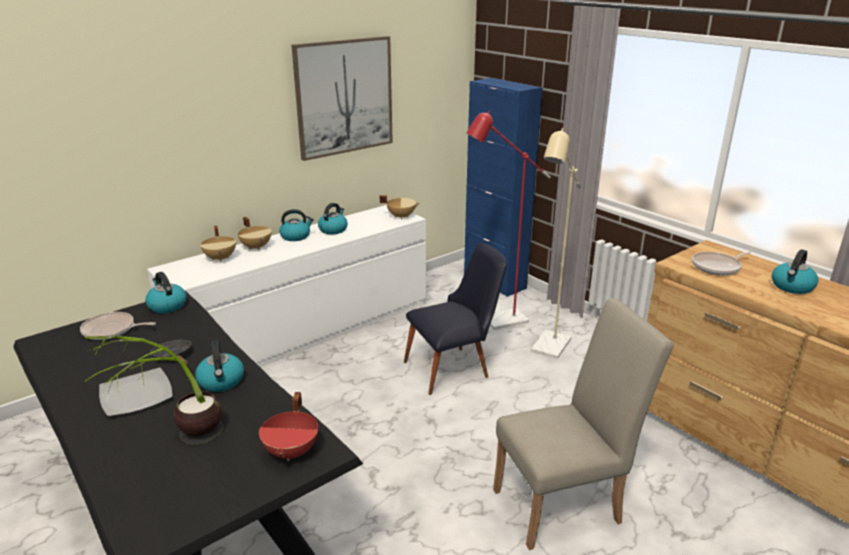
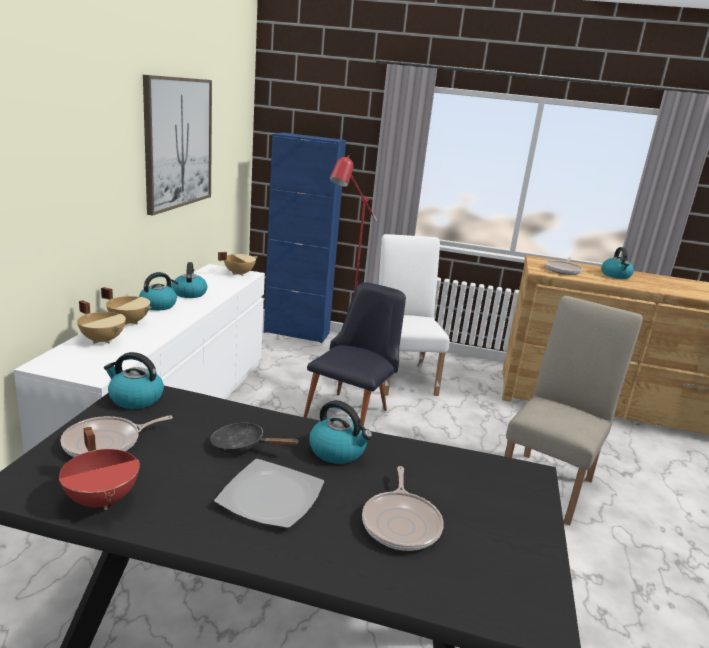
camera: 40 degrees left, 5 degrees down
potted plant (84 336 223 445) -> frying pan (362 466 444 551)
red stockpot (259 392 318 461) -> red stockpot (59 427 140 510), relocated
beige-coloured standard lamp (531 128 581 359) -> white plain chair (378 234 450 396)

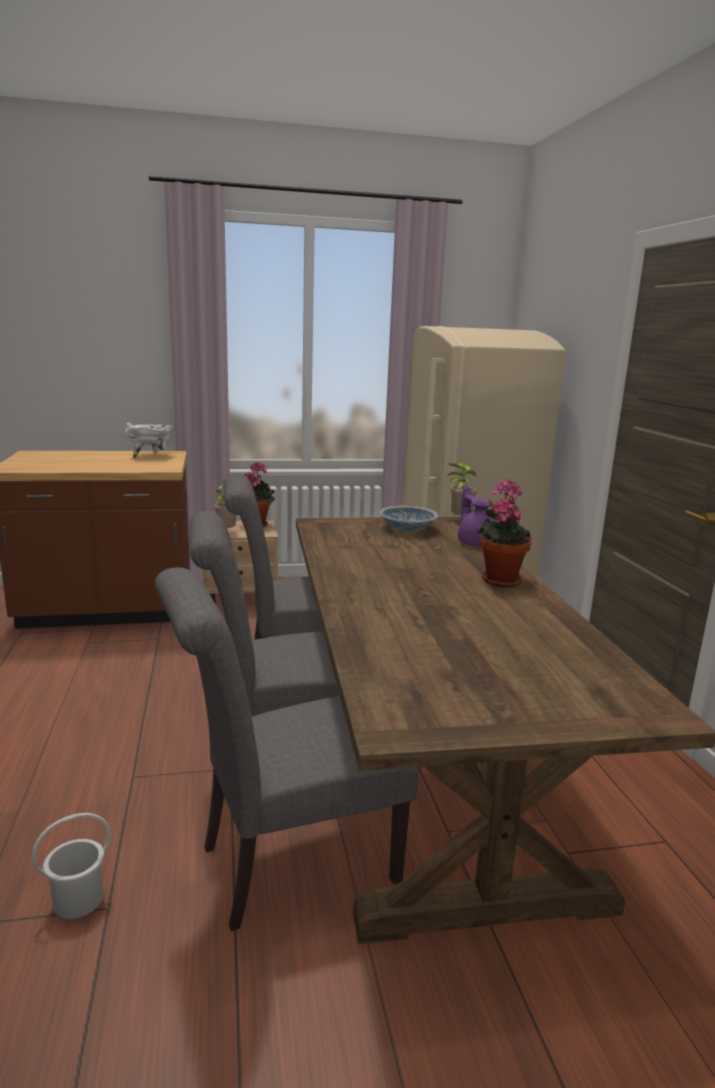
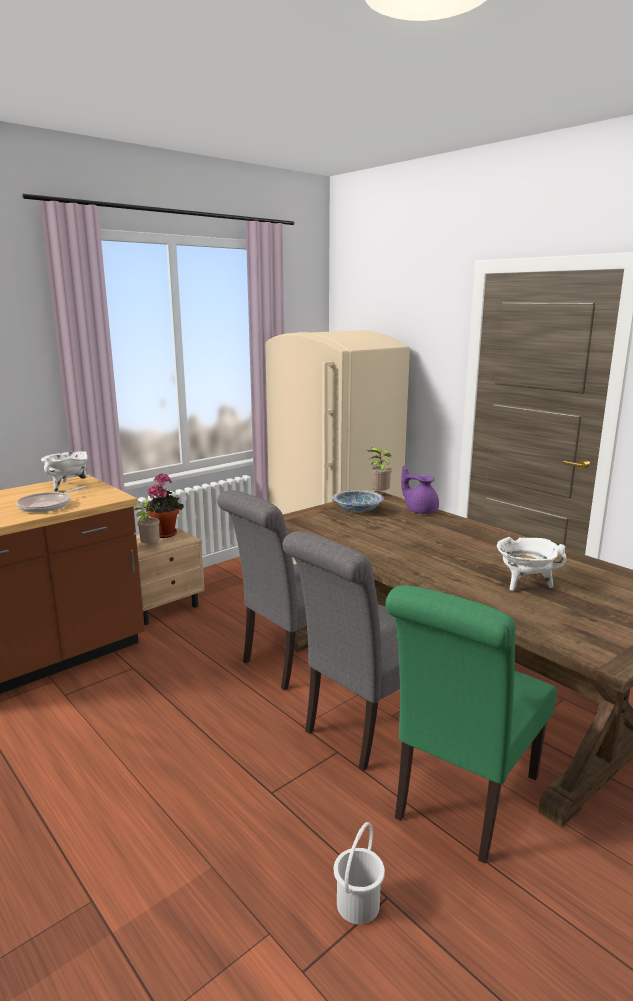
camera: 30 degrees left, 0 degrees up
gray plain chair (155 567 418 931) -> green-coloured plain chair (385 585 557 864)
potted plant (477 479 532 587) -> none
none -> frying pan (16 486 87 513)
none -> white stockpot (497 537 566 591)

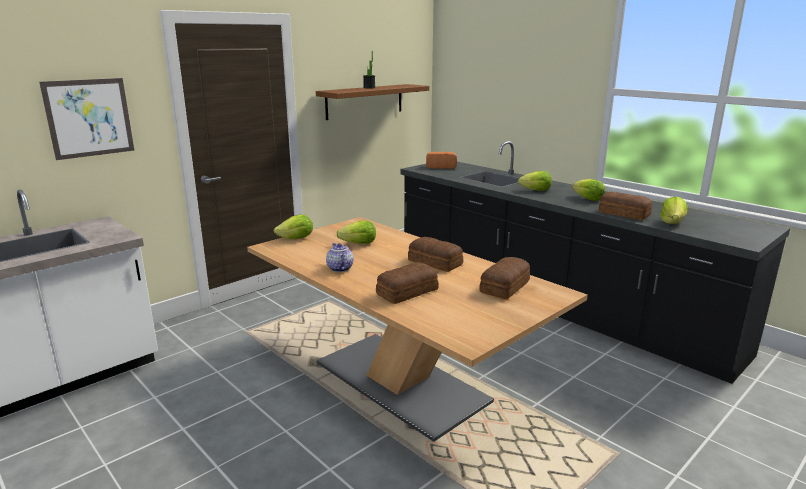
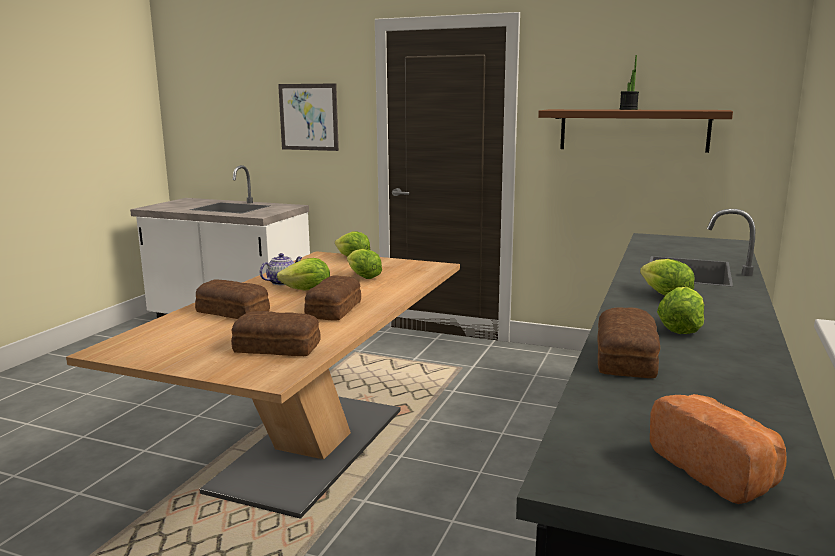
camera: 65 degrees right, 5 degrees down
baked bread (426 152 457 169) -> baked bread (650 394 787 504), relocated
lettuce (660 196 687 224) -> lettuce (277 258 330 291), relocated

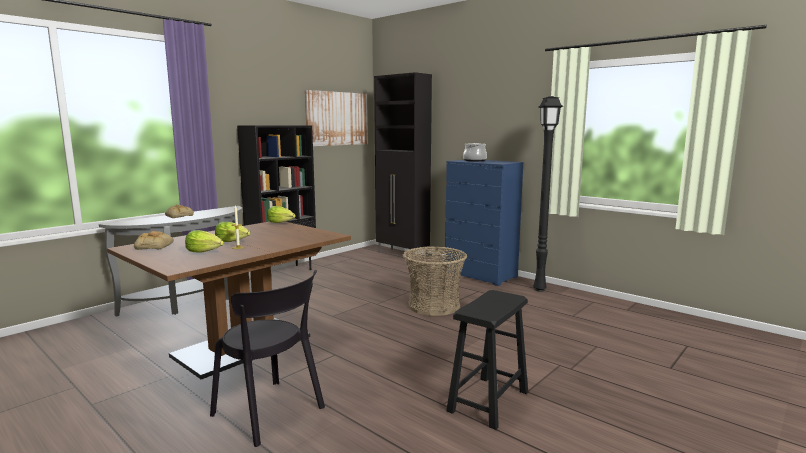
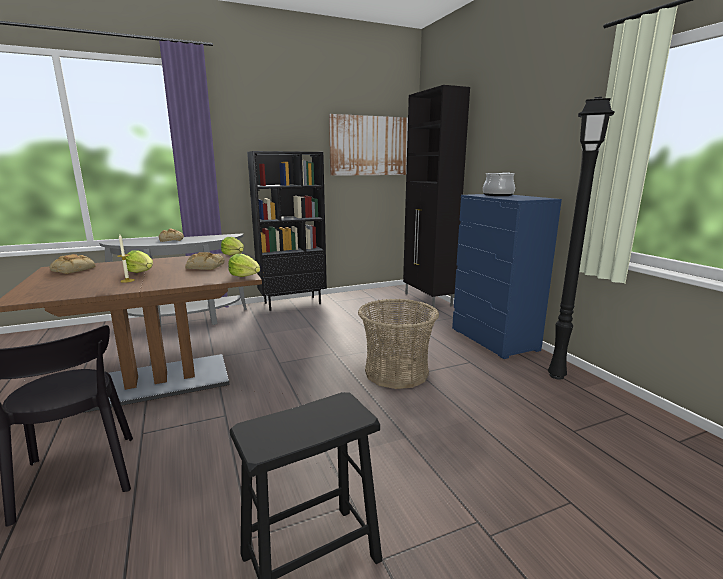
camera: 25 degrees right, 5 degrees up
lettuce (185 230 224 252) -> lettuce (228 254 260 277), relocated
none -> baked bread (185 252 225 270)

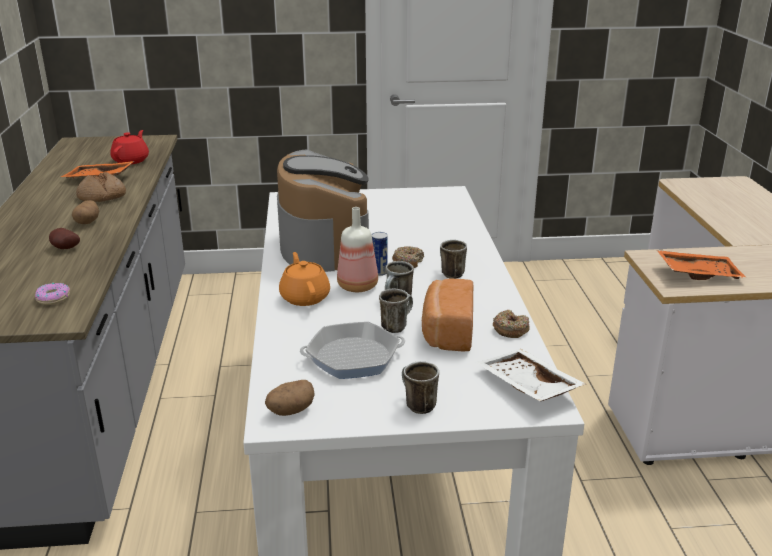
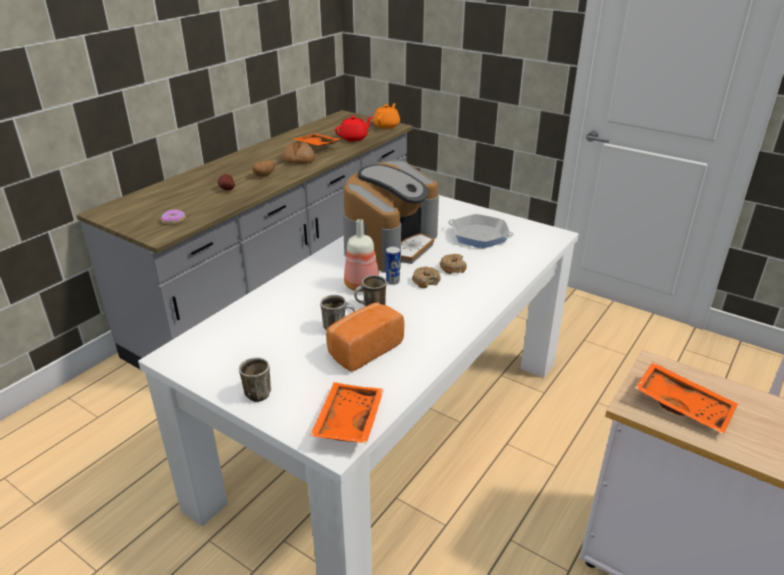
camera: 40 degrees right, 5 degrees up
spud (265 380 315 416) -> none
orangey pot for tea (279 252 330 306) -> orangey pot for tea (373 103 400 129), relocated
frying pan (300 322 405 379) -> frying pan (448 214 514 248), relocated
mug (440 240 467 279) -> none
white serving tray (476 349 586 401) -> orangey serving tray (310 382 384 444)
doughnut (493 310 530 338) -> doughnut (440 254 467 274), relocated

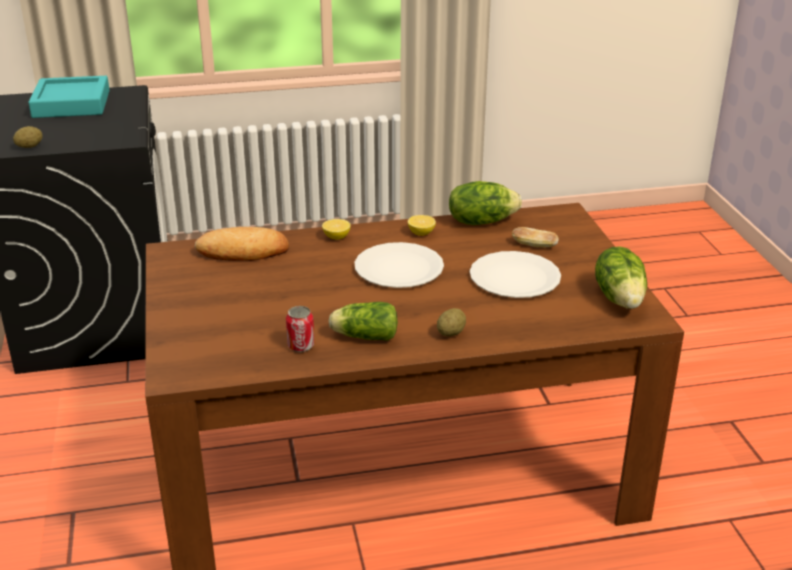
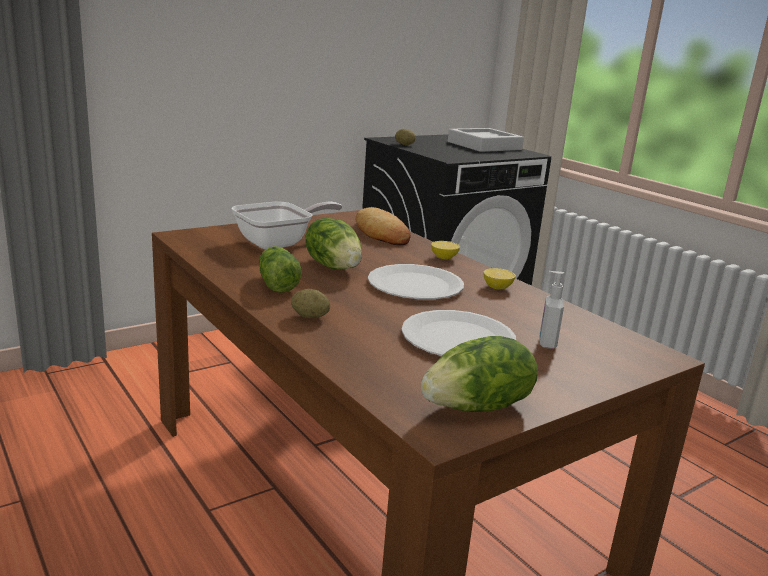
camera: 65 degrees right, 10 degrees down
turquoise-coloured serving tray (28 76 110 118) -> gray serving tray (448 128 524 152)
sealed can (286 306 314 352) -> none
lettuce (449 181 522 225) -> lettuce (305 218 362 270), relocated
baked bread (512 227 559 247) -> liquid soap bottle (540 271 564 349)
none -> frying pan (231 201 342 249)

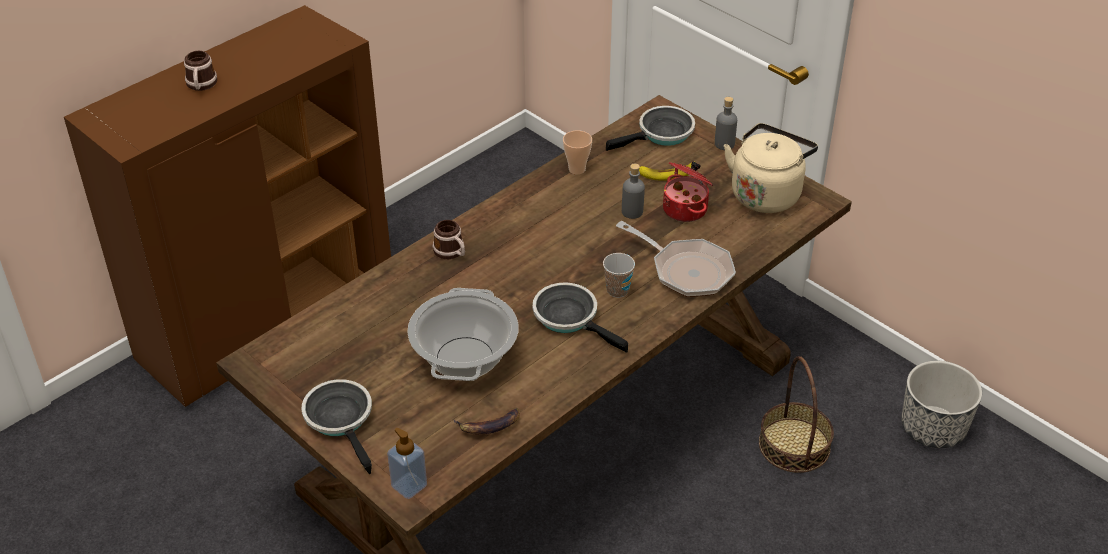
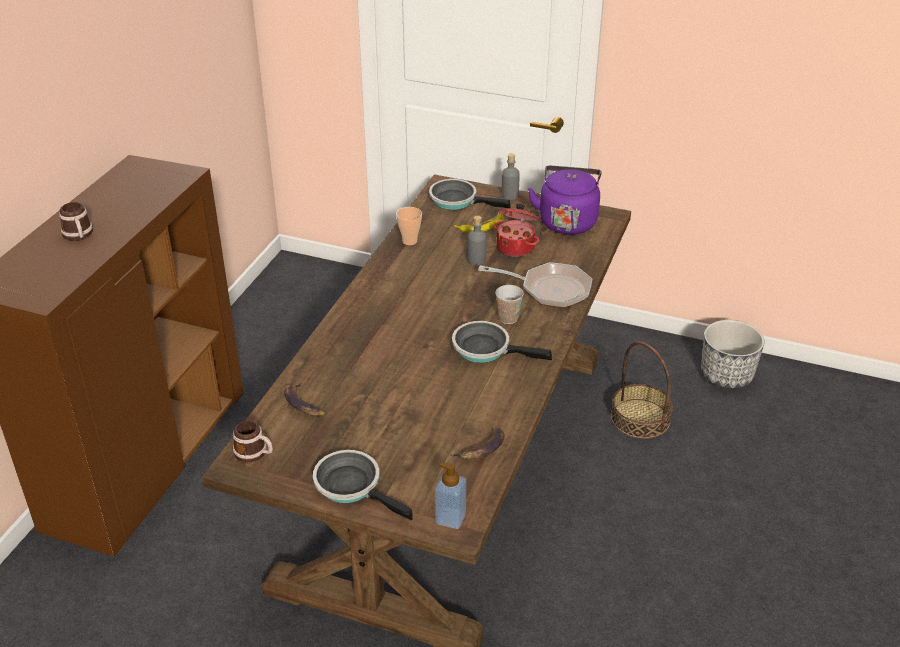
camera: 25 degrees left, 5 degrees down
stockpot (407 288 519 381) -> none
mug (432 220 465 259) -> mug (233 421 273 462), relocated
frying pan (606 106 695 151) -> frying pan (429 179 511 210), 105 degrees counterclockwise
beige-coloured tea kettle (724 123 818 213) -> purple-coloured tea kettle (528 166 601 235)
none -> banana (284 383 327 416)

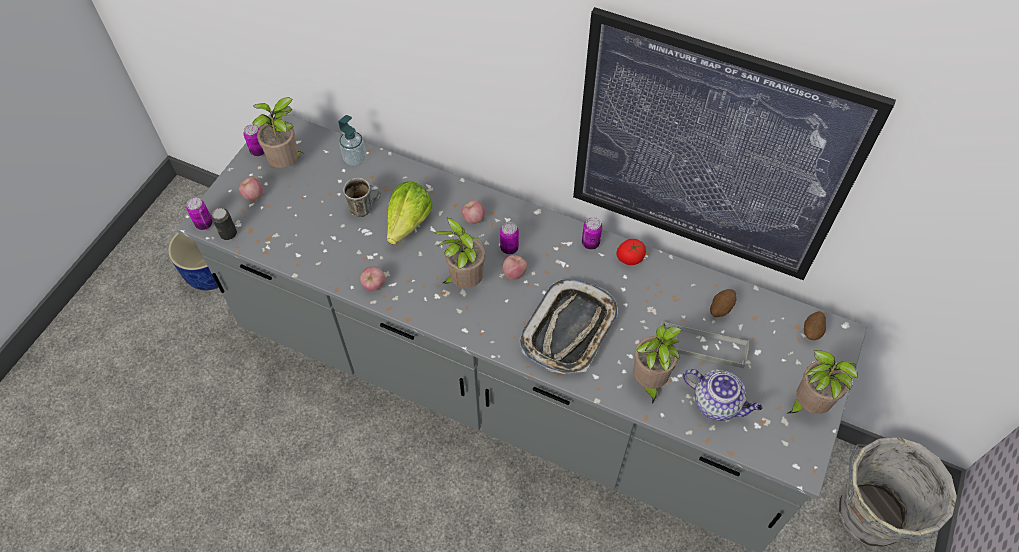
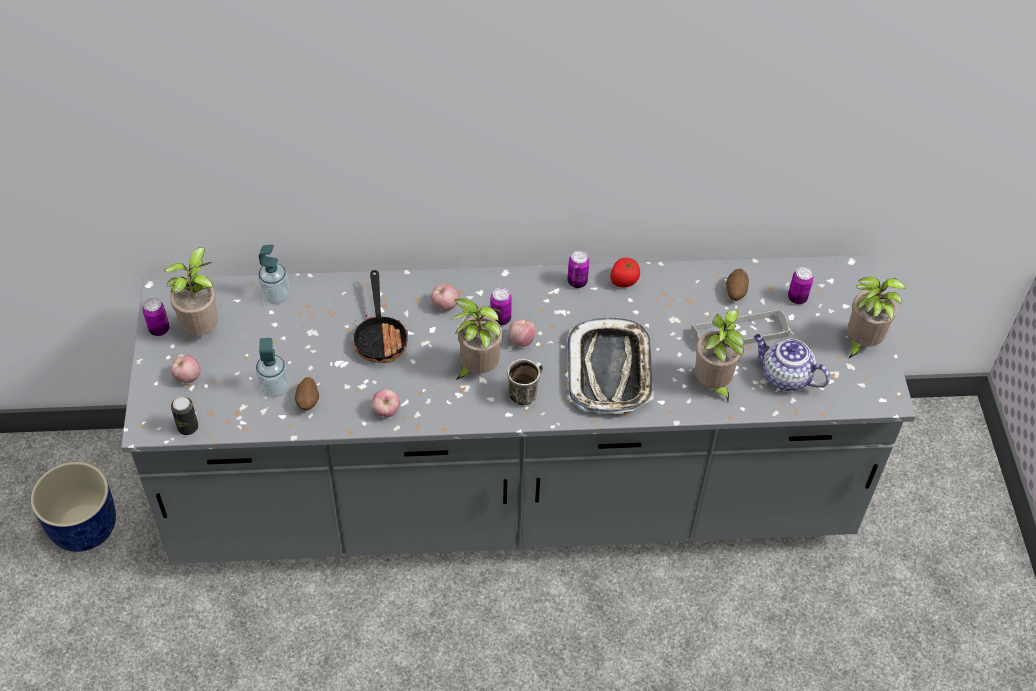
camera: 30 degrees left, 5 degrees down
sealed can (186 198 213 230) -> sealed can (788 267 814 304), relocated
mug (343 178 381 217) -> mug (507 359 543 406), relocated
lettuce (387 181 433 245) -> frying pan (352 270 408 363)
picture (573 7 896 280) -> none
pot for tea (683 369 763 421) -> pot for tea (754 334 830 391), 150 degrees counterclockwise
spud (804 311 826 340) -> spud (295 377 319 410), relocated
gray water bucket (839 437 957 547) -> none
none -> liquid soap bottle (256 338 289 397)

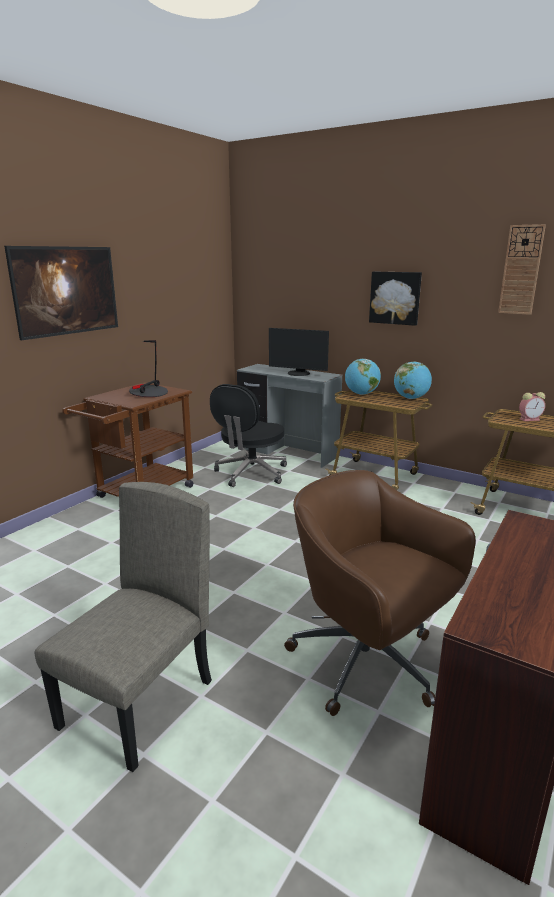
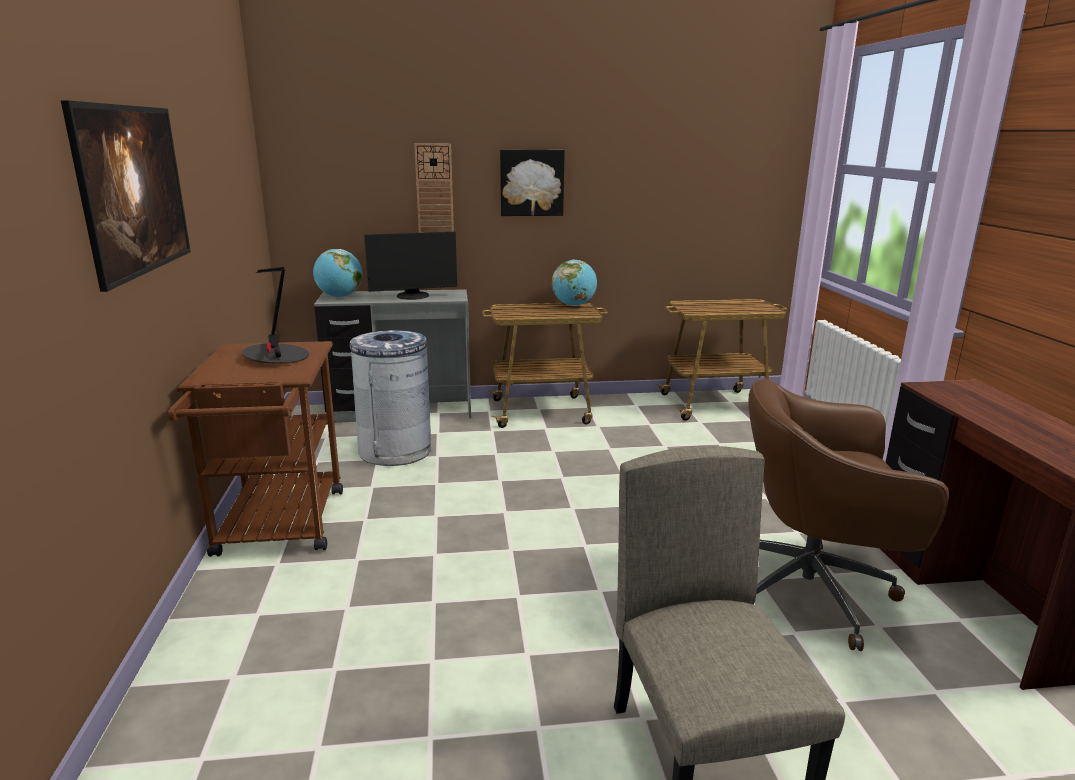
camera: 40 degrees left, 0 degrees up
black office chair (210 384 287 487) -> gray waste bin (349 330 431 466)
desk globe (345 359 381 395) -> desk globe (313 249 362 298), relocated
hanging clock (498 224 546 315) -> hanging clock (414 143 454 233), relocated
bedside clock (519 392 545 421) -> none

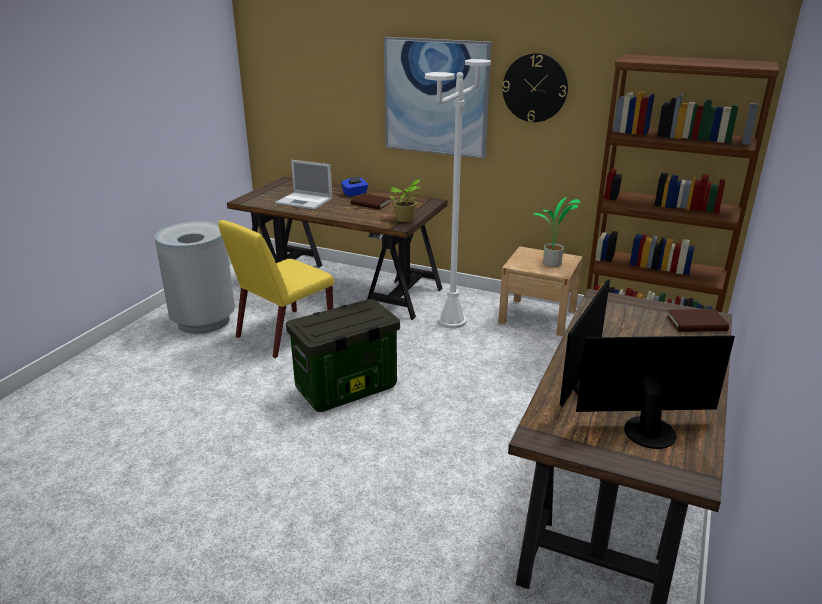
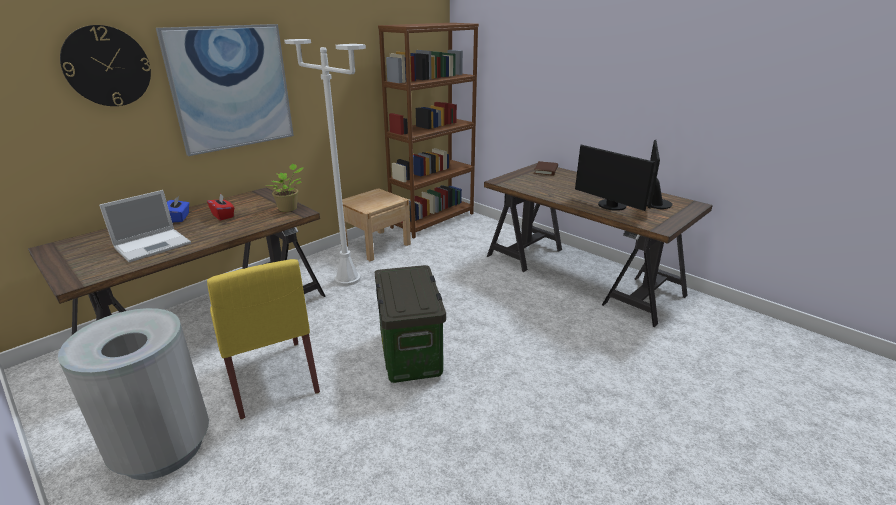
camera: 70 degrees left, 0 degrees up
brownish book (351 194 391 210) -> red tissue box (207 193 234 221)
hanging clock (502 53 568 122) -> hanging clock (60 25 151 106), relocated
potted plant (533 197 580 267) -> none

